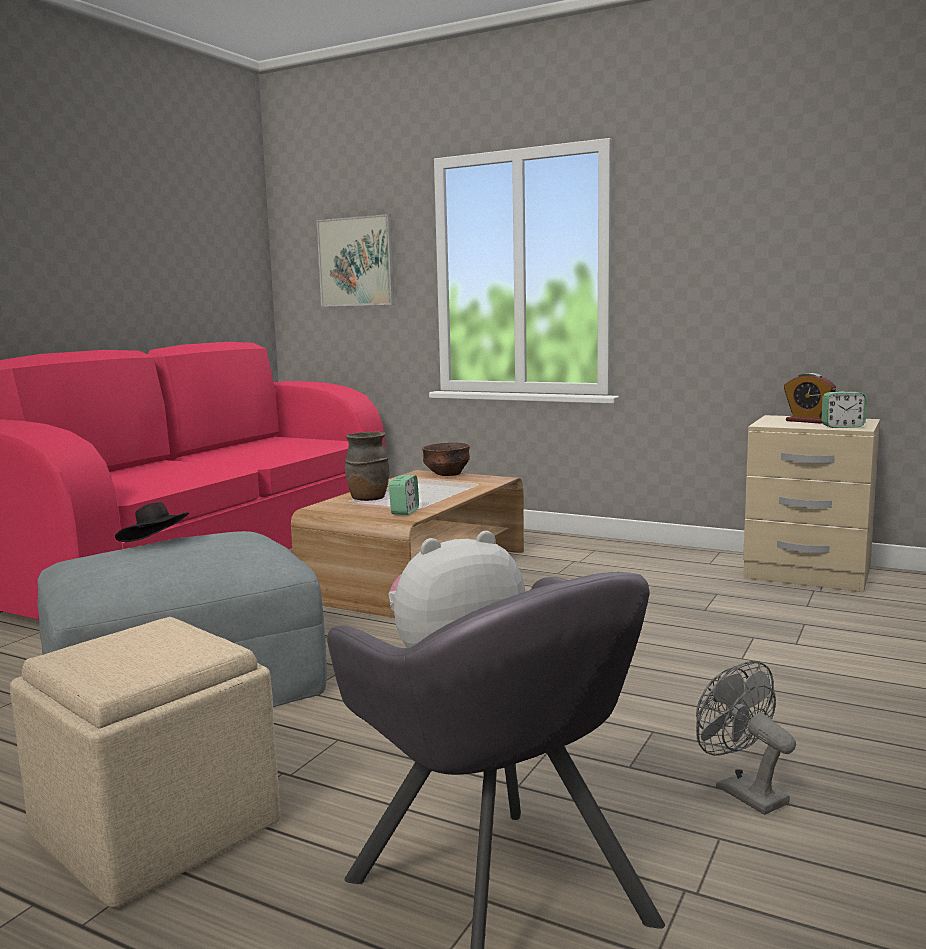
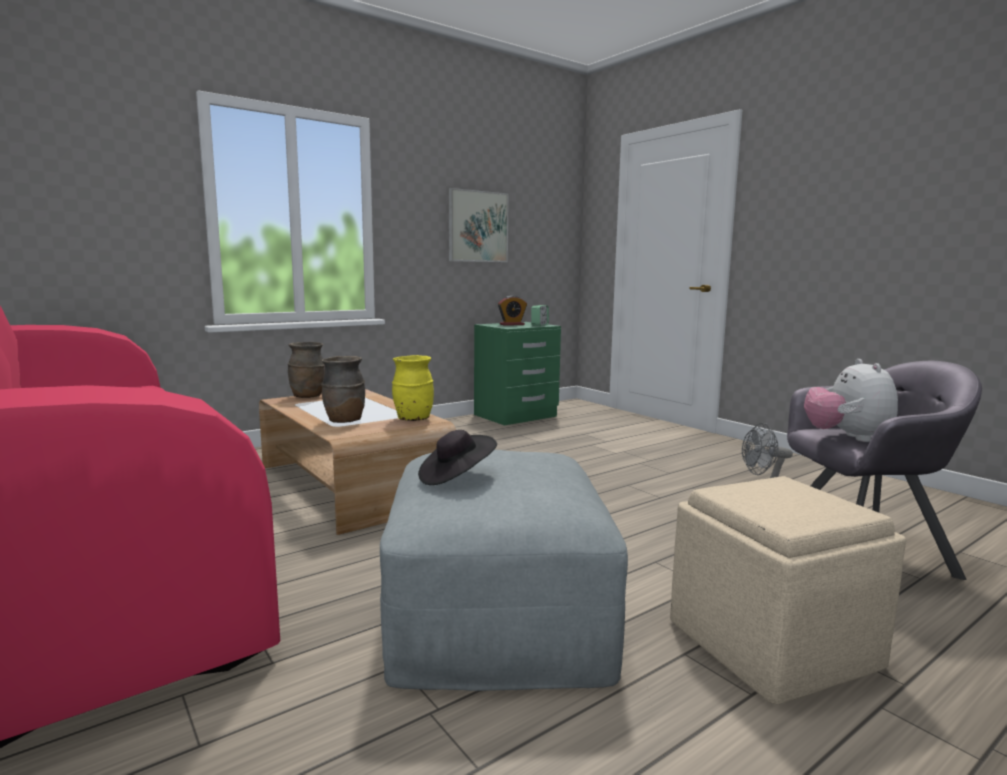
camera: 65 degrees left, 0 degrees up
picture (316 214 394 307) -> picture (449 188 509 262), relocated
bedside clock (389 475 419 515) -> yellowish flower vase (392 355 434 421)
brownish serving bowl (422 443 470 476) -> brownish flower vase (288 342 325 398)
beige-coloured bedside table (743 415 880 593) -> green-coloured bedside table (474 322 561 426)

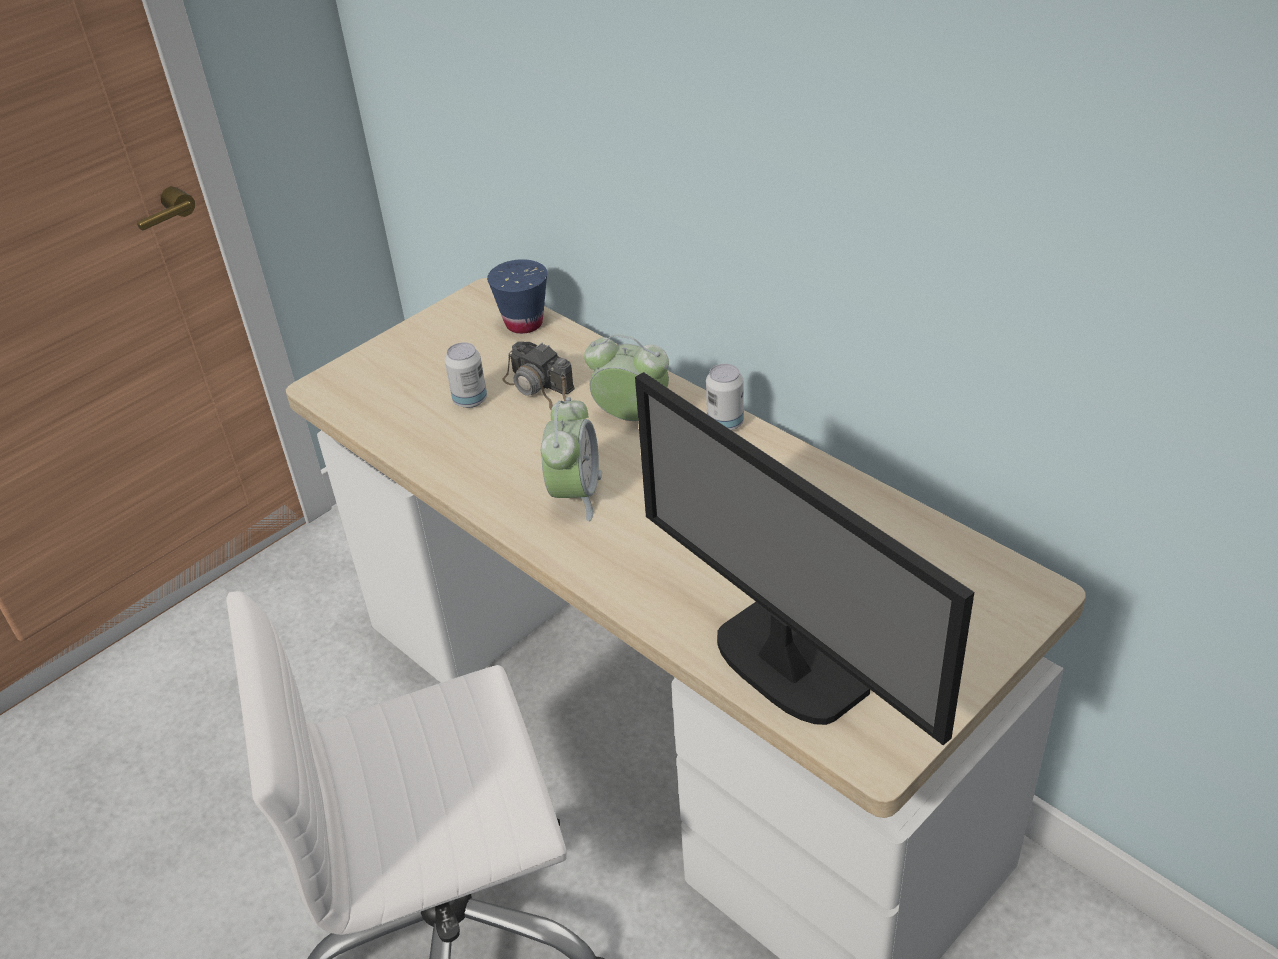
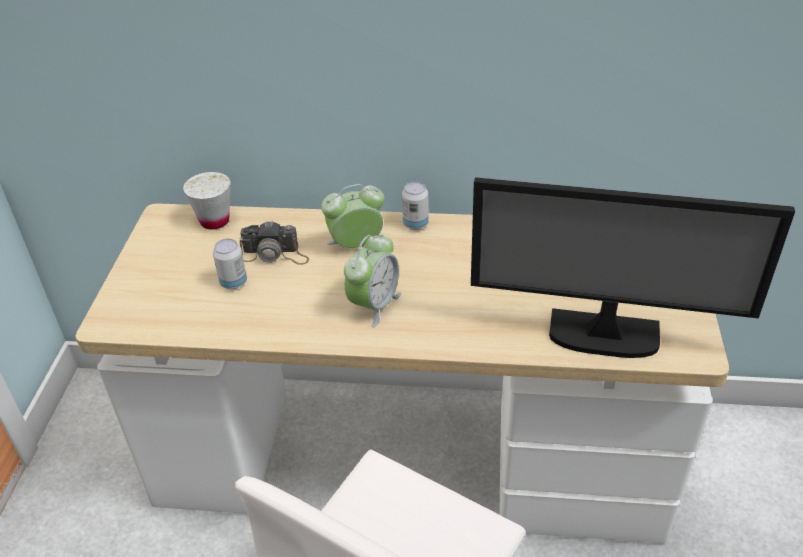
camera: 40 degrees left, 0 degrees up
blue-coloured small cup (487 259 547 334) -> white small cup (183 172 231 230)
bedside clock (541 397 602 521) -> bedside clock (344 234 401 328), 60 degrees clockwise

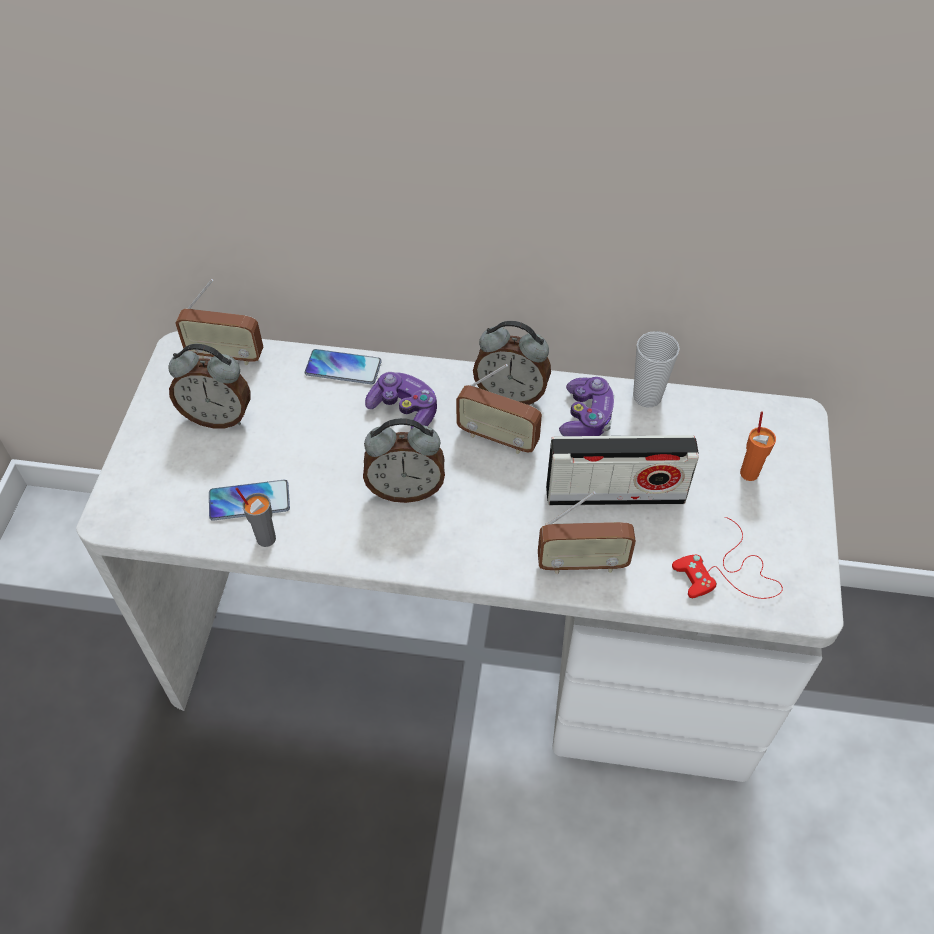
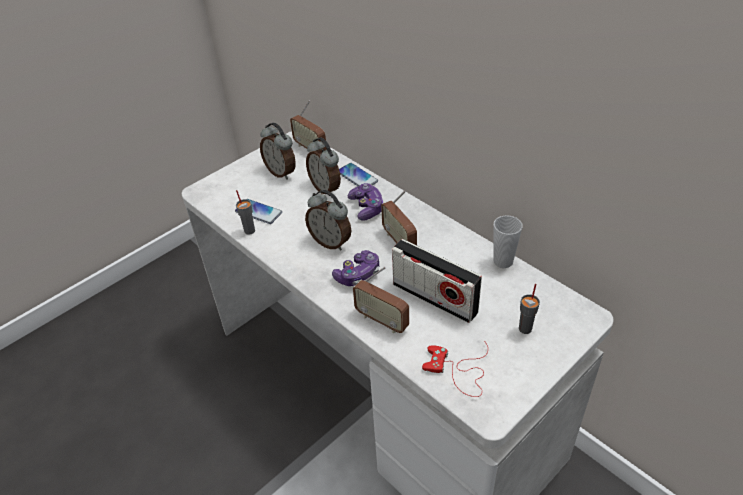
camera: 40 degrees right, 10 degrees down
bedside clock (473 321 551 405) -> bedside clock (306 137 341 194), relocated
gamepad (559 377 615 436) -> gamepad (332 250 379 286), relocated
orangey small cup (740 412 776 481) -> gray small cup (519 284 540 334)

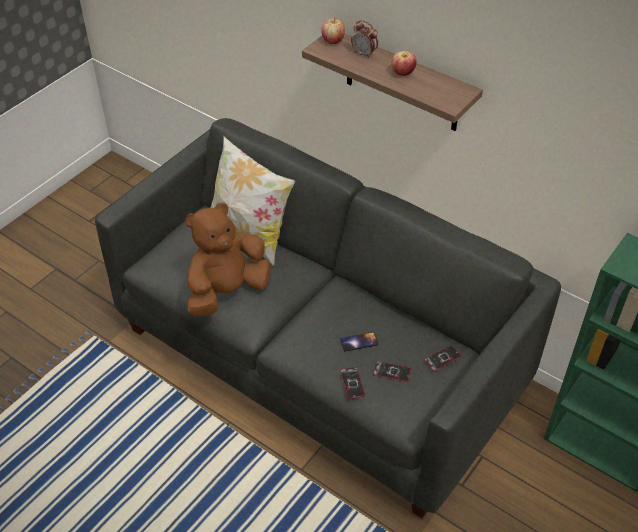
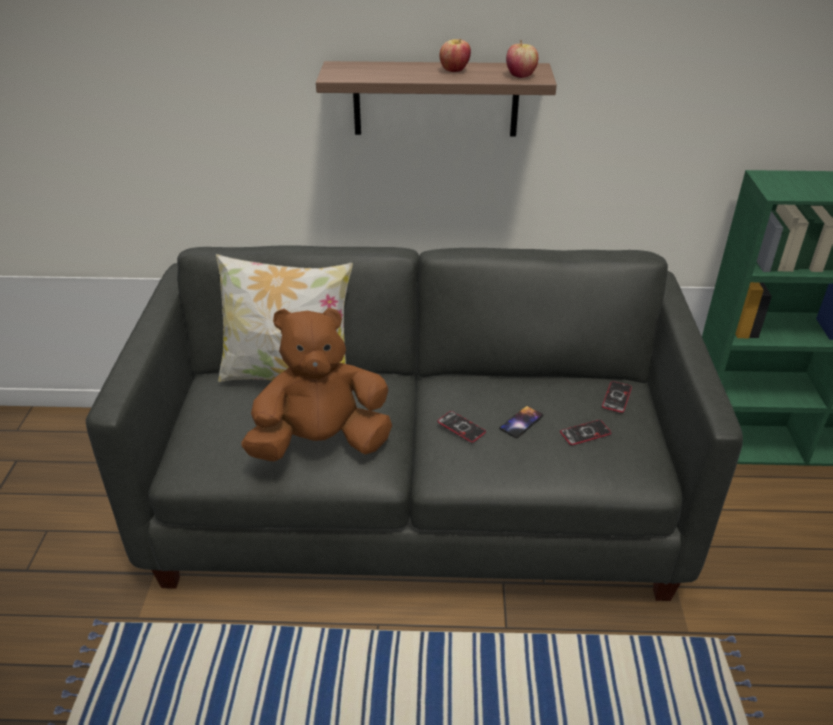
camera: 35 degrees left, 10 degrees down
brownish cuddly toy (185 203 271 317) -> brownish cuddly toy (241 307 392 461), 60 degrees clockwise
apple fruit (321 17 345 44) -> apple fruit (506 40 538 78), relocated
telephone (340 367 365 399) -> telephone (437 411 486 443), relocated
bedside clock (351 20 378 59) -> none

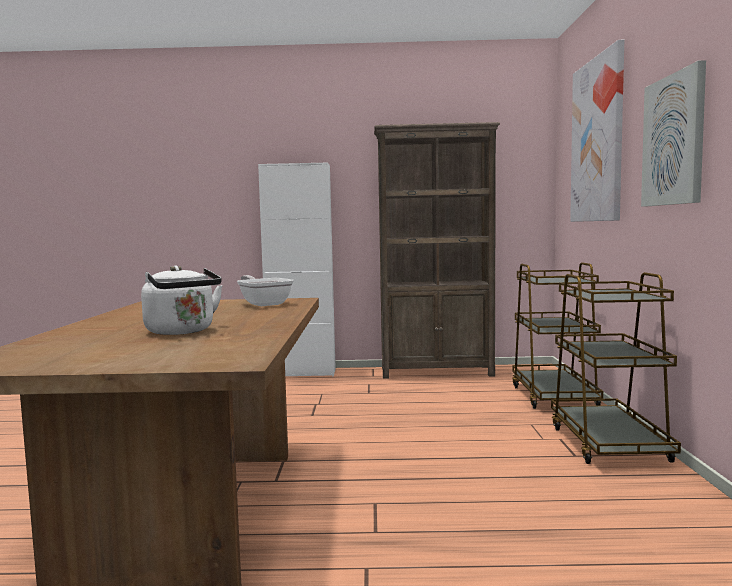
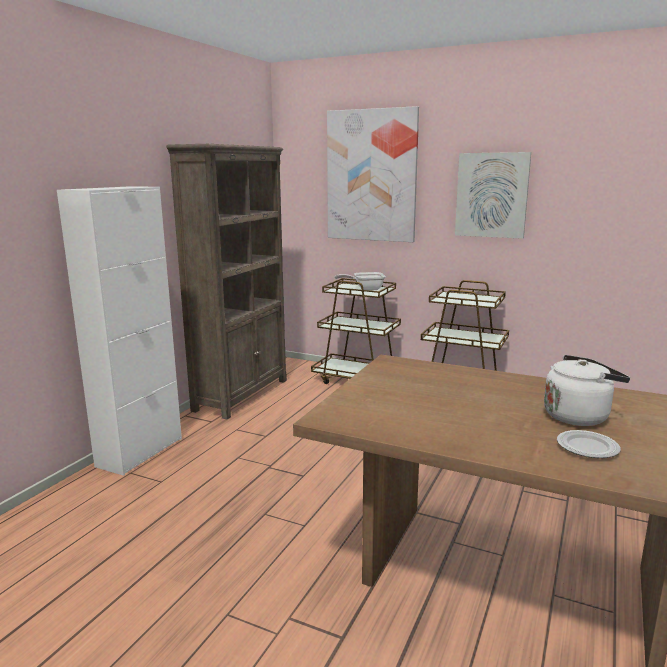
camera: 65 degrees left, 10 degrees up
frying pan (237 275 294 306) -> frying pan (335 272 386 290), relocated
none -> plate (557 430 621 458)

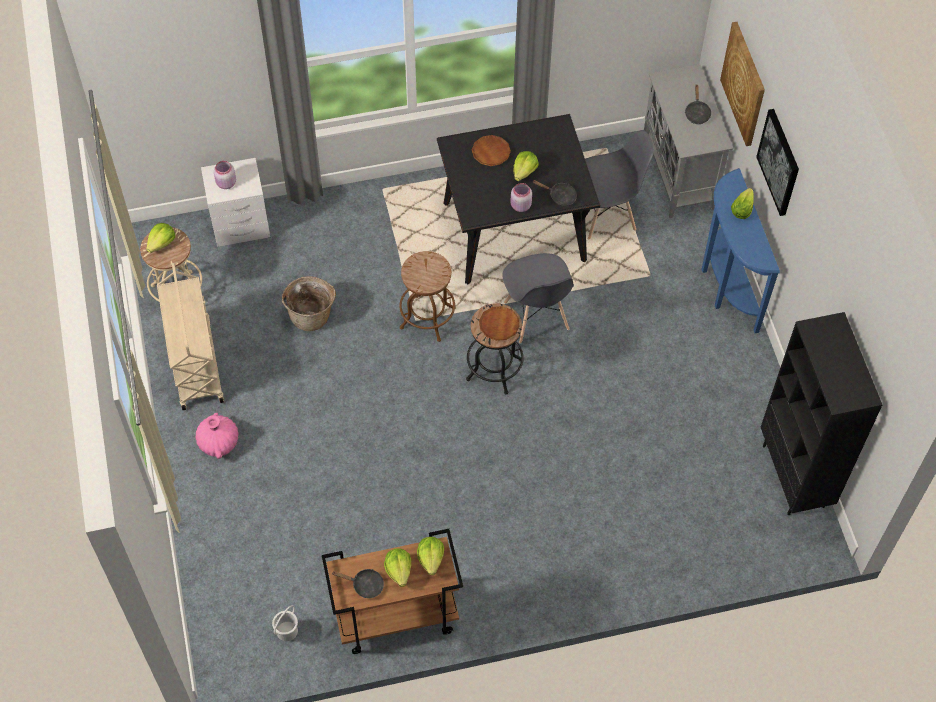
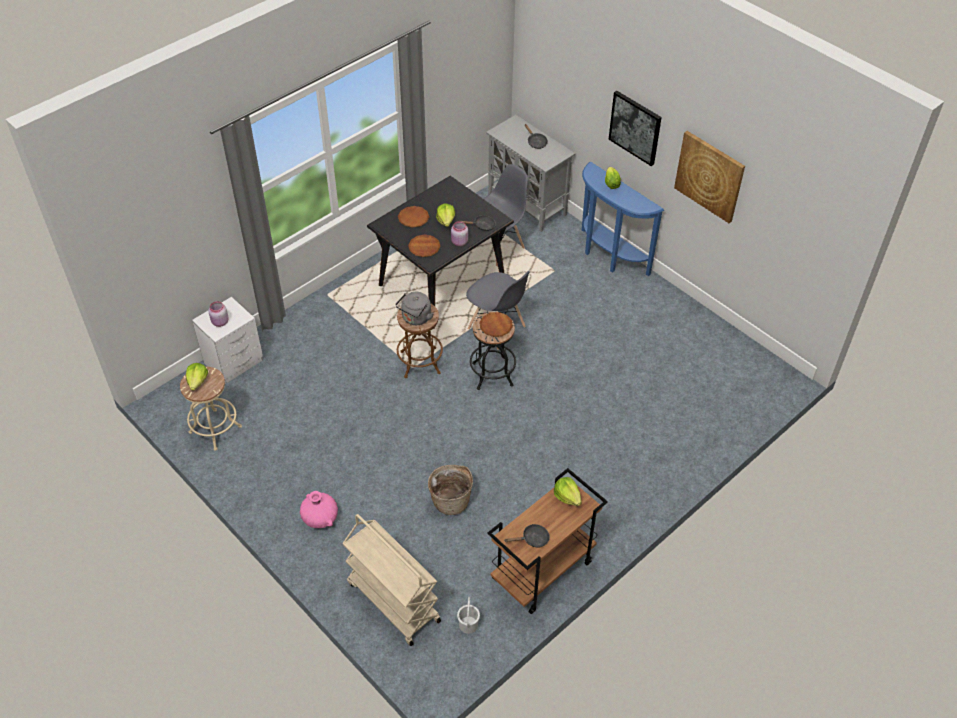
camera: 30 degrees left, 10 degrees down
beige-coloured trolley (157 263 224 410) -> beige-coloured trolley (342 514 441 646), relocated
basket (282 276 336 331) -> basket (428 465 473 515), relocated
lettuce (384 548 411 587) -> none
picture (720 22 765 146) -> picture (674 131 745 223), relocated
black shelving unit (761 312 882 515) -> none
none -> gray tea kettle (396 292 434 325)
none -> brownish plate (408 234 440 257)

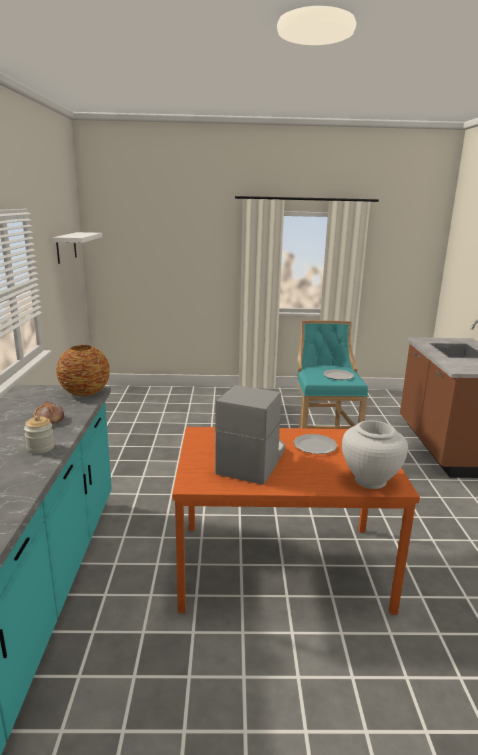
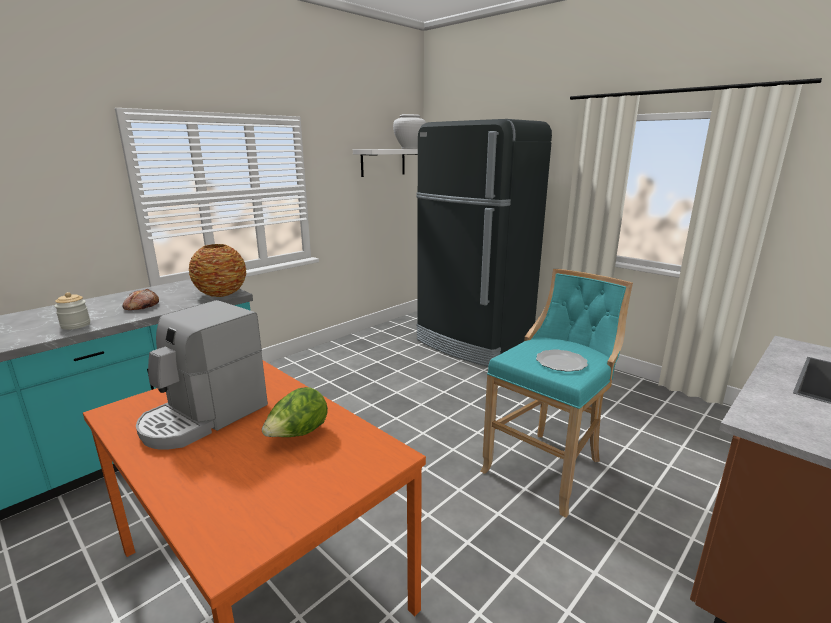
camera: 45 degrees right, 0 degrees up
coffee brewer (215 385 285 485) -> coffee brewer (136 300 268 449), 150 degrees clockwise
plate (293 434 338 454) -> lettuce (262 387 328 437)
white flower vase (342 421 408 489) -> white flower vase (393 114 426 149), relocated
none -> black kitchen fridge (416 119 552 367)

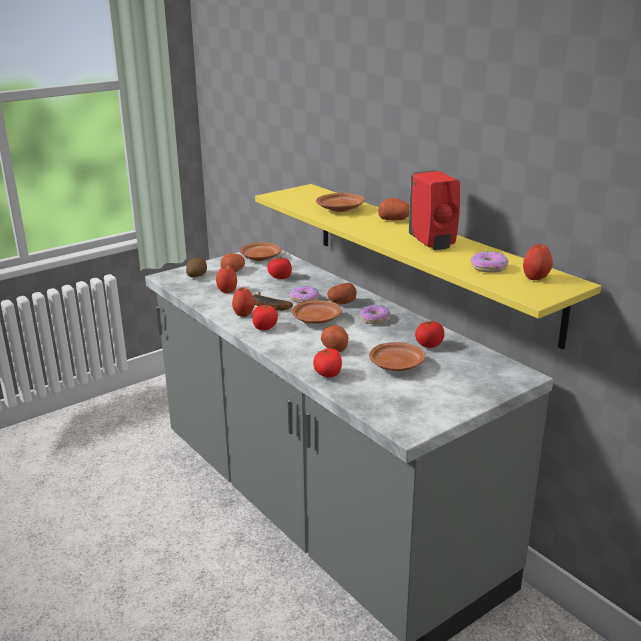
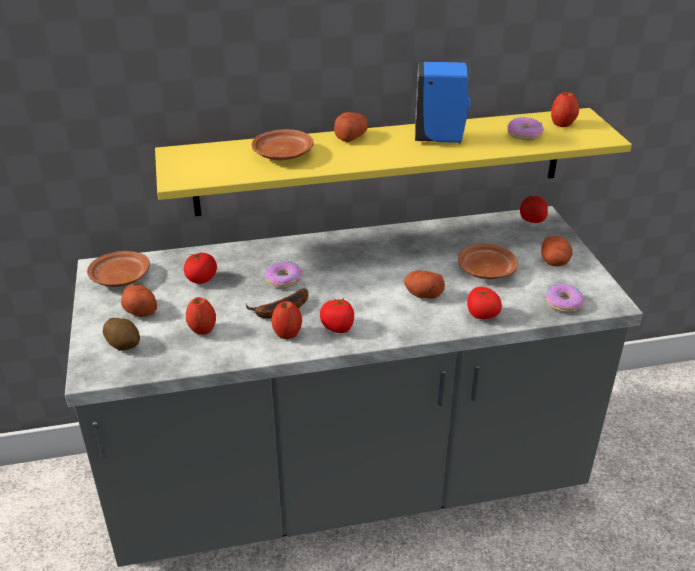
camera: 65 degrees left, 10 degrees up
brownish plate (292 300 341 324) -> none
spud (327 283 357 304) -> spud (541 236 573 266), relocated
doughnut (360 305 391 324) -> doughnut (546 283 584 312), relocated
red liquid soap bottle (409 170 460 250) -> blue-coloured liquid soap bottle (415 62 471 143)
tomato (415 321 444 348) -> tomato (520 196 548 223), relocated

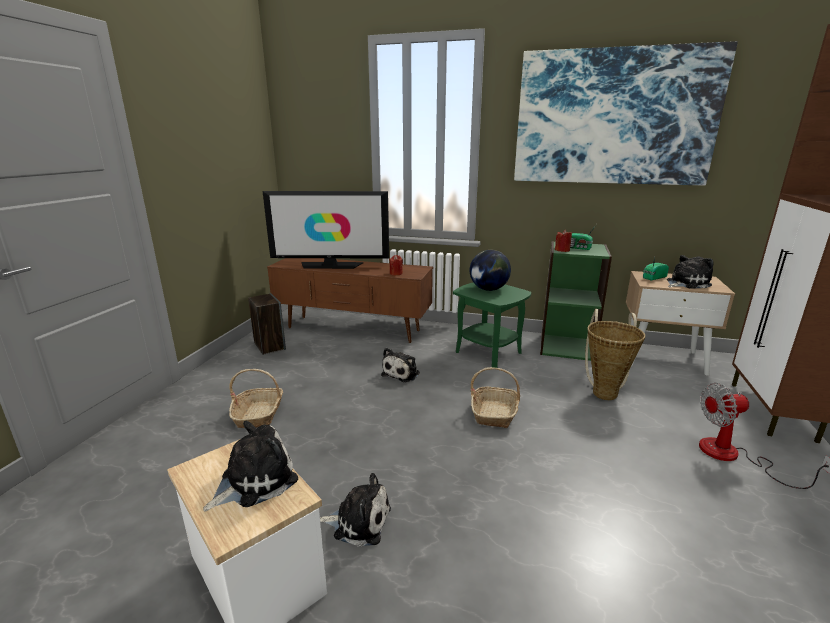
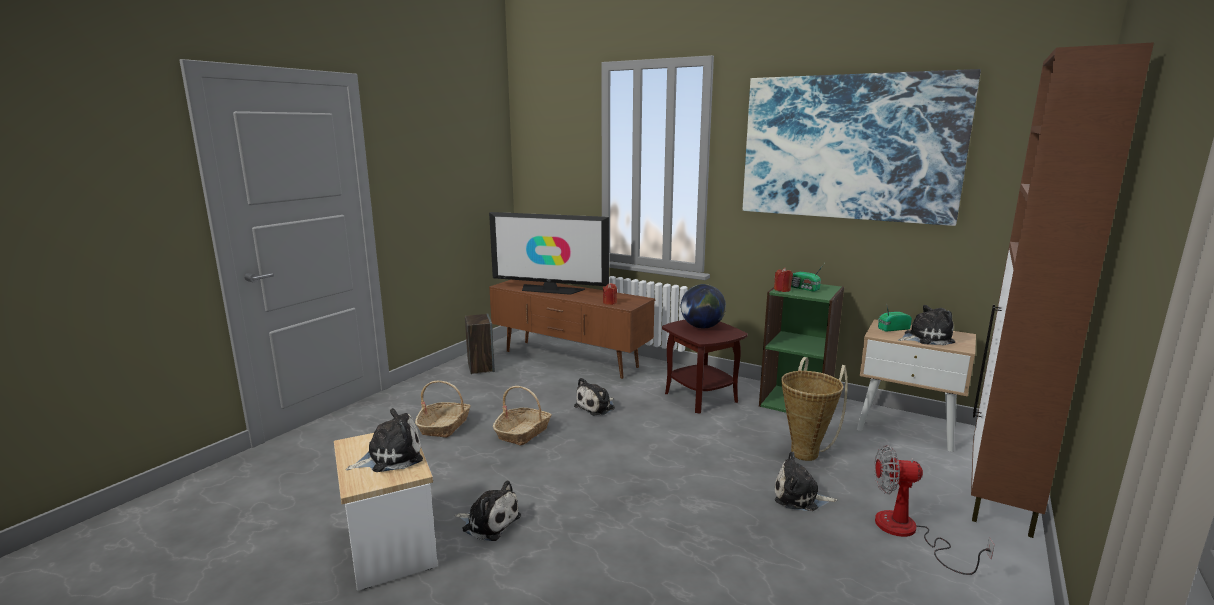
camera: 15 degrees right, 5 degrees down
green-coloured end table (453 282 531 368) -> brownish end table (662 320 748 414)
basket (470 367 520 428) -> basket (493 386 552 446), relocated
none -> cuddly toy (775 452 837 511)

